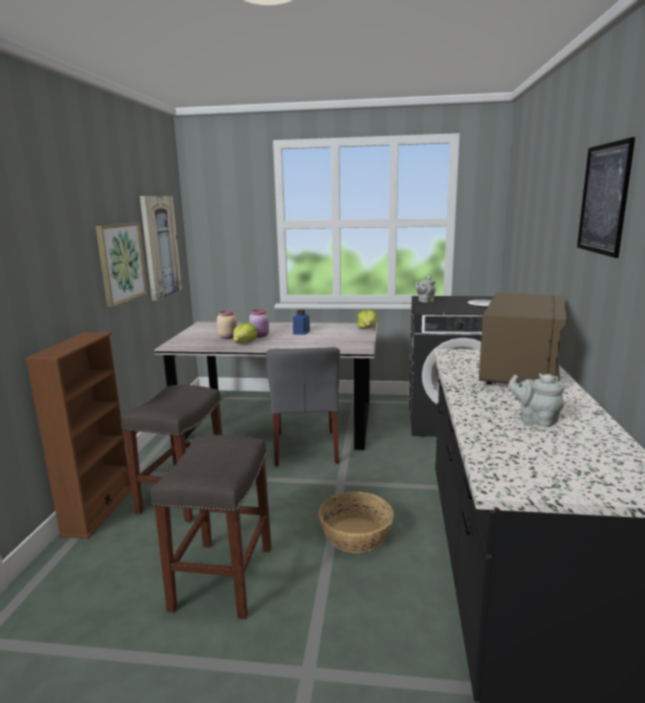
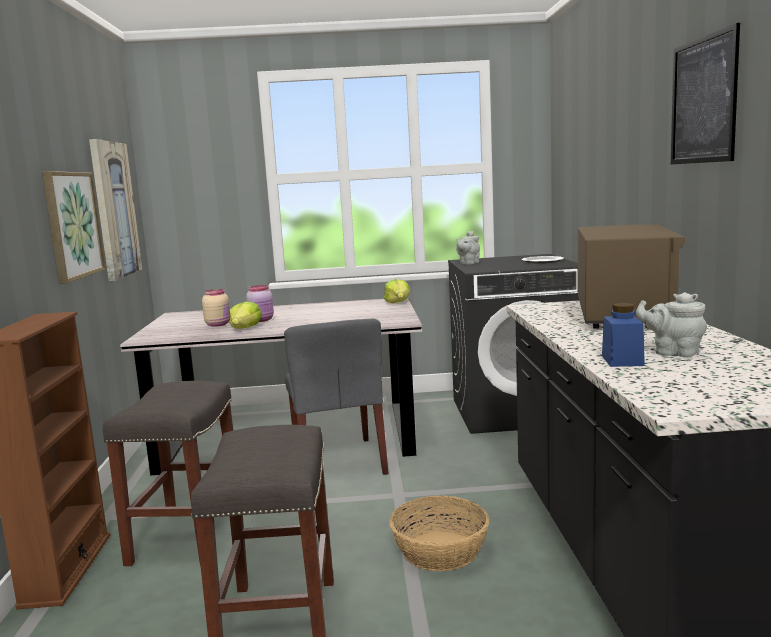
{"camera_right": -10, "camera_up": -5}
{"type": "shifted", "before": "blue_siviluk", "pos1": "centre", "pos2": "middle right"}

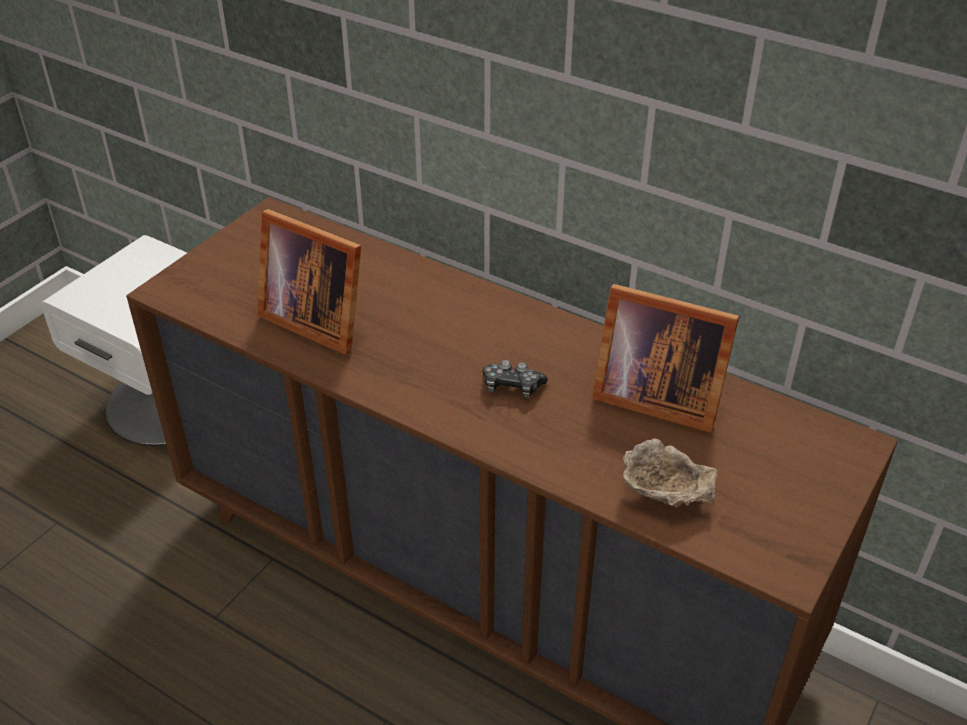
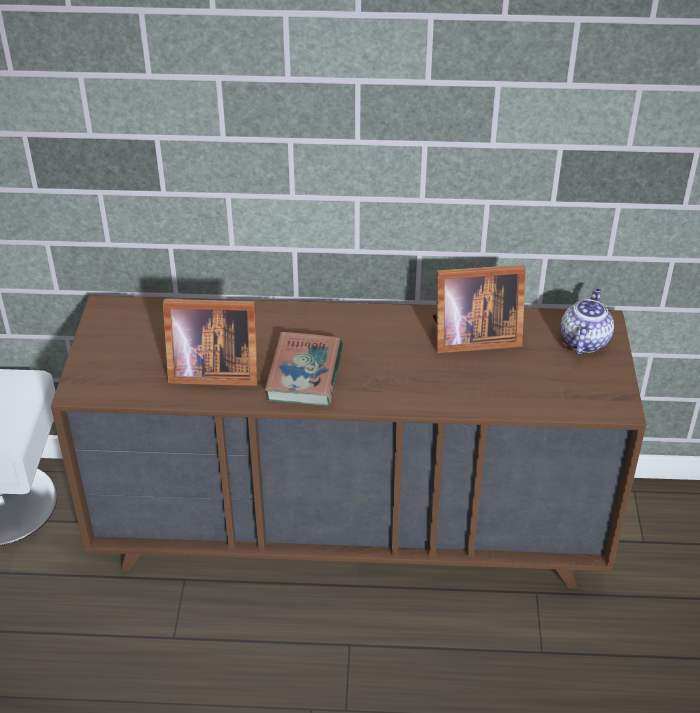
{"camera_right": -30, "camera_up": 0}
{"type": "gone", "before": "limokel", "pos1": "centre"}
{"type": "gone", "before": "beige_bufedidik", "pos1": "middle right"}
{"type": "new", "after": "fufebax", "pos2": "centre"}
{"type": "new", "after": "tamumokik", "pos2": "middle right"}

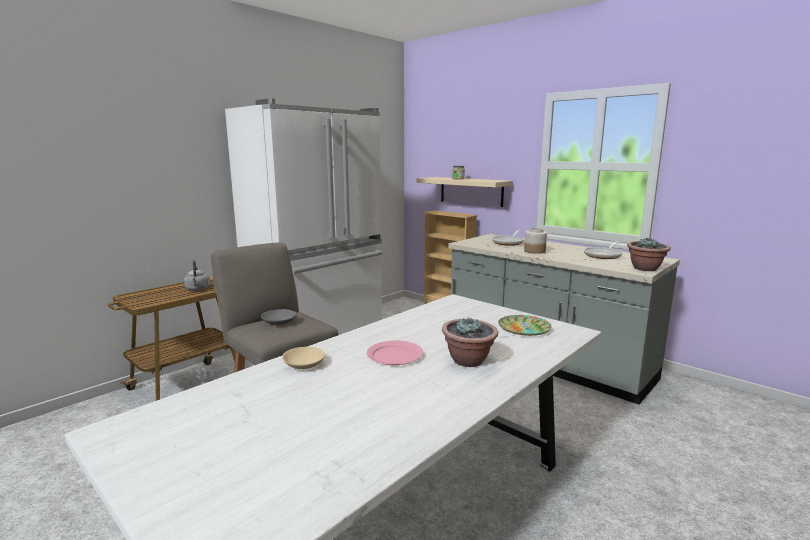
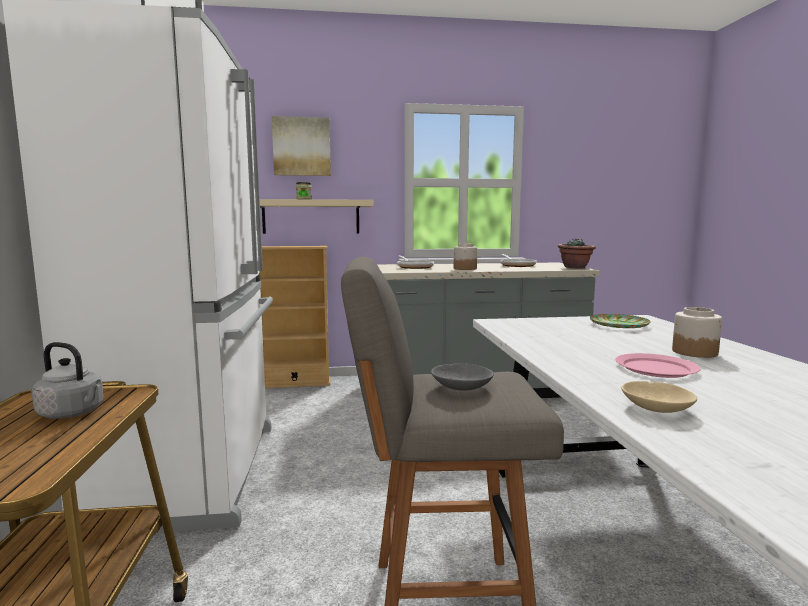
{"camera_right": -50, "camera_up": -5}
{"type": "new", "after": "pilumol", "pos2": "top centre"}
{"type": "swapped", "before": "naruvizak (no. 1 from left)", "after": "siviluk (no. 3 from left)", "pos1": "centre", "pos2": "middle right"}

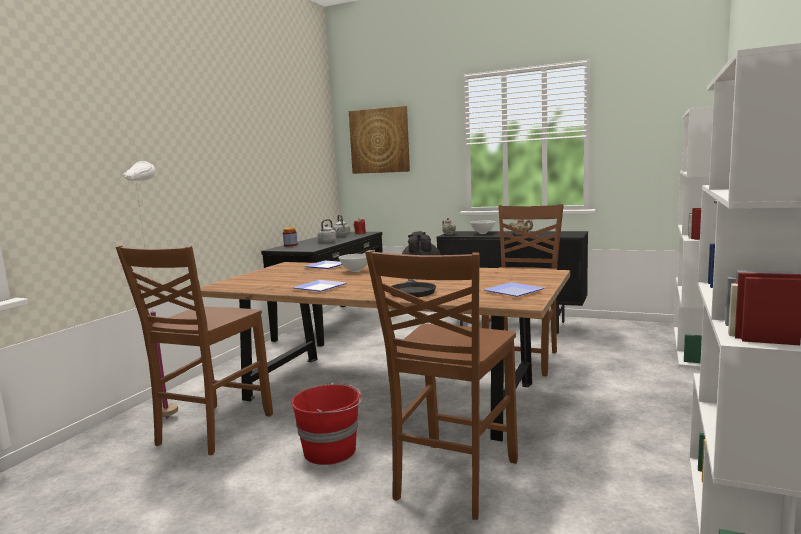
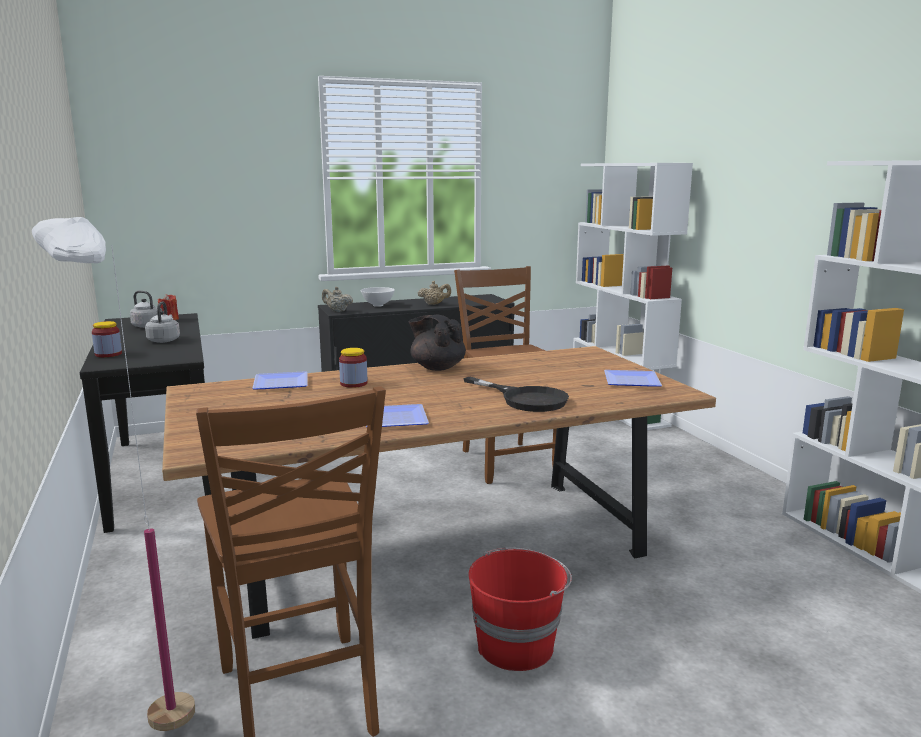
{"camera_right": -45, "camera_up": 5}
{"type": "gone", "before": "pilumol", "pos1": "top centre"}
{"type": "gone", "before": "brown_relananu (no. 2 from left)", "pos1": "bottom centre"}
{"type": "swapped", "before": "white_bufedidik (no. 1 from left)", "after": "siviluk (no. 2 from left)", "pos1": "centre", "pos2": "centre"}

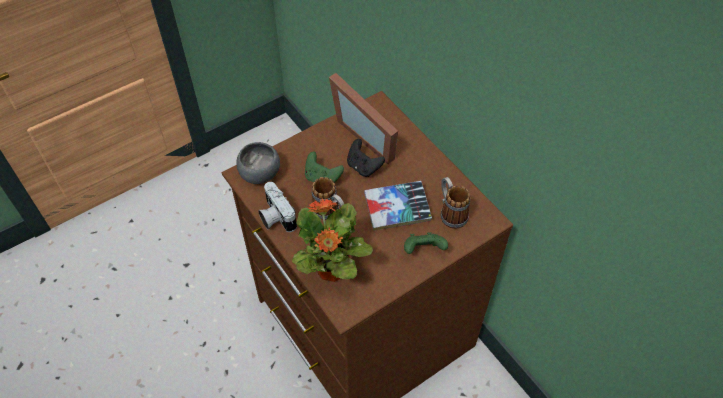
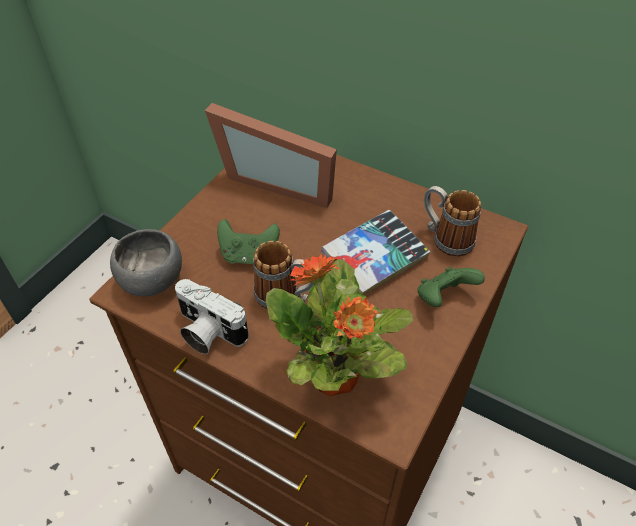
{"camera_right": -25, "camera_up": -5}
{"type": "gone", "before": "black_limokel", "pos1": "centre"}

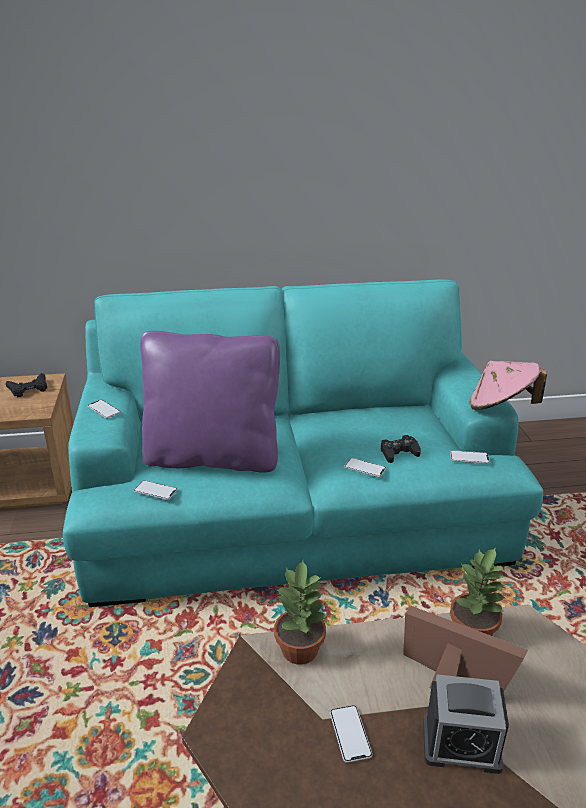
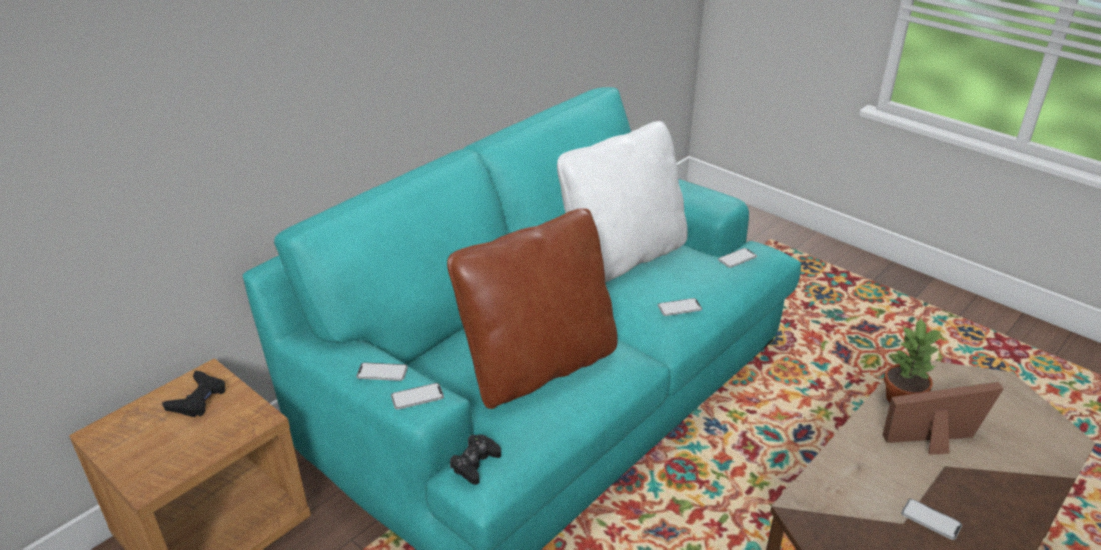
{"camera_right": -40, "camera_up": 5}
{"type": "gone", "before": "naruvizak (no. 1 from left)", "pos1": "bottom centre"}
{"type": "gone", "before": "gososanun", "pos1": "bottom right"}
{"type": "gone", "before": "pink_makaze", "pos1": "middle right"}
{"type": "new", "after": "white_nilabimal", "pos2": "centre"}
{"type": "shifted", "before": "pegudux (no. 2 from left)", "pos1": "middle left", "pos2": "bottom centre"}
{"type": "shifted", "before": "black_limokel (no. 2 from left)", "pos1": "middle right", "pos2": "bottom centre"}
{"type": "repainted", "before": "purple_nilabimal", "after": "brown_nilabimal", "pos1": "centre", "pos2": "centre"}

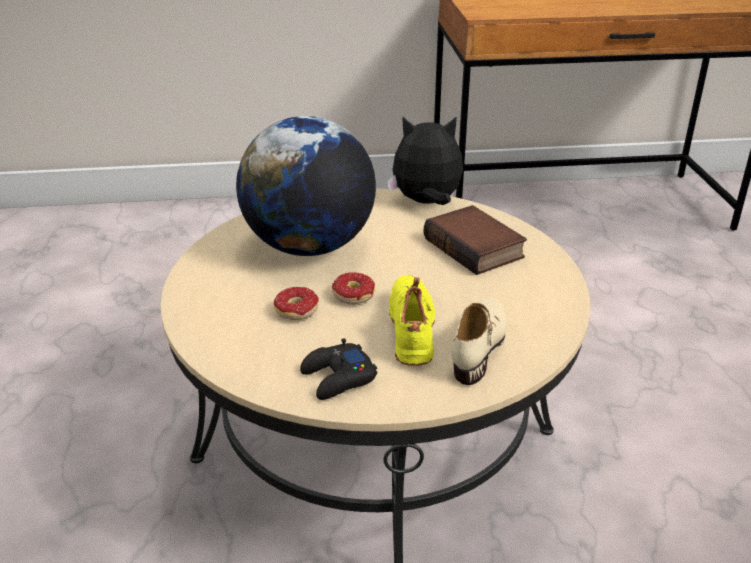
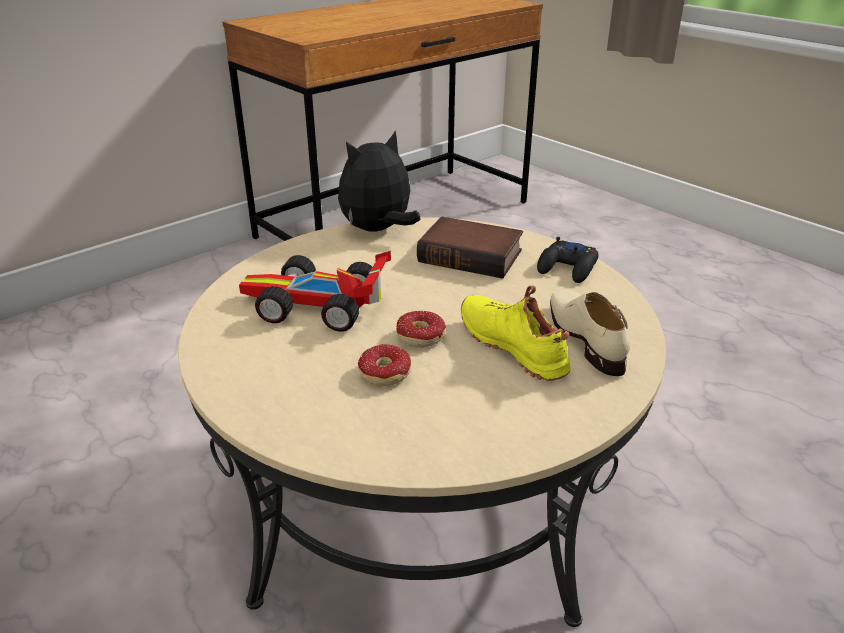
{"camera_right": -35, "camera_up": 0}
{"type": "shifted", "before": "black_limokel", "pos1": "centre", "pos2": "middle right"}
{"type": "swapped", "before": "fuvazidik", "after": "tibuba", "pos1": "top centre", "pos2": "centre"}

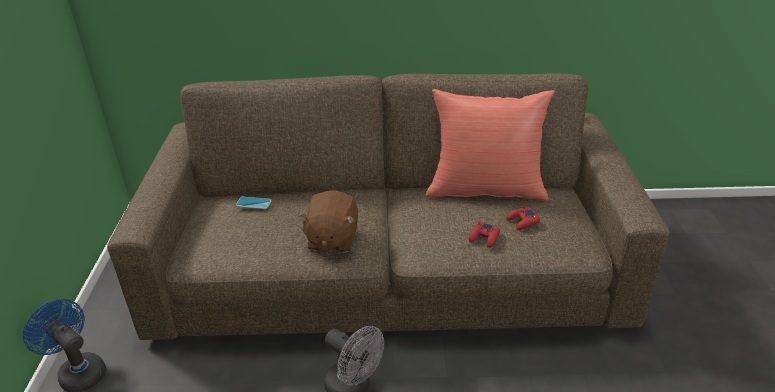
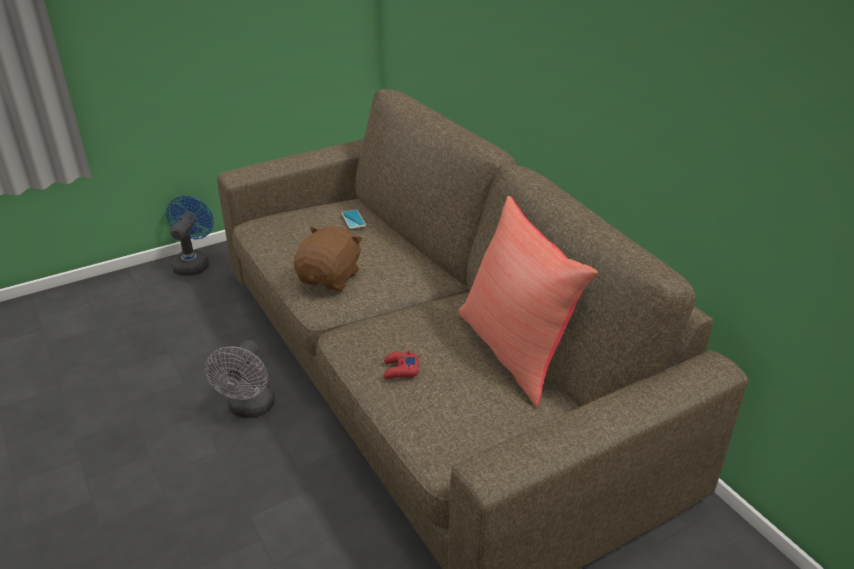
{"camera_right": 60, "camera_up": 0}
{"type": "gone", "before": "red_limokel (no. 2 from left)", "pos1": "middle right"}
{"type": "rotated", "before": "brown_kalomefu", "pos1": "centre", "pos2": "centre", "turn": 135}

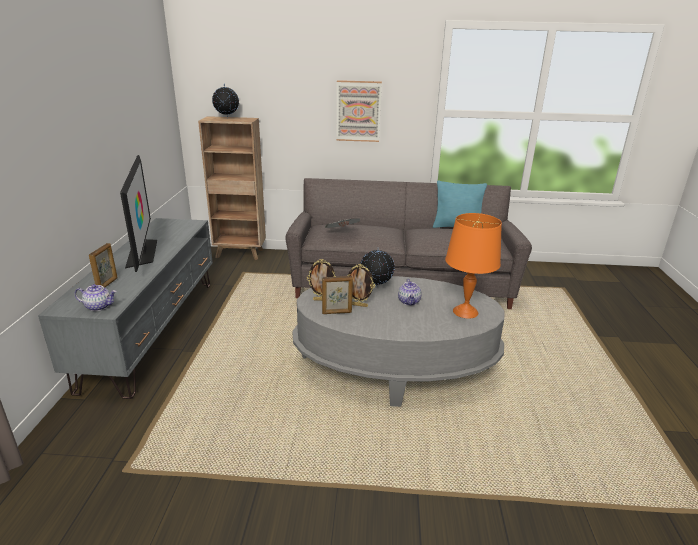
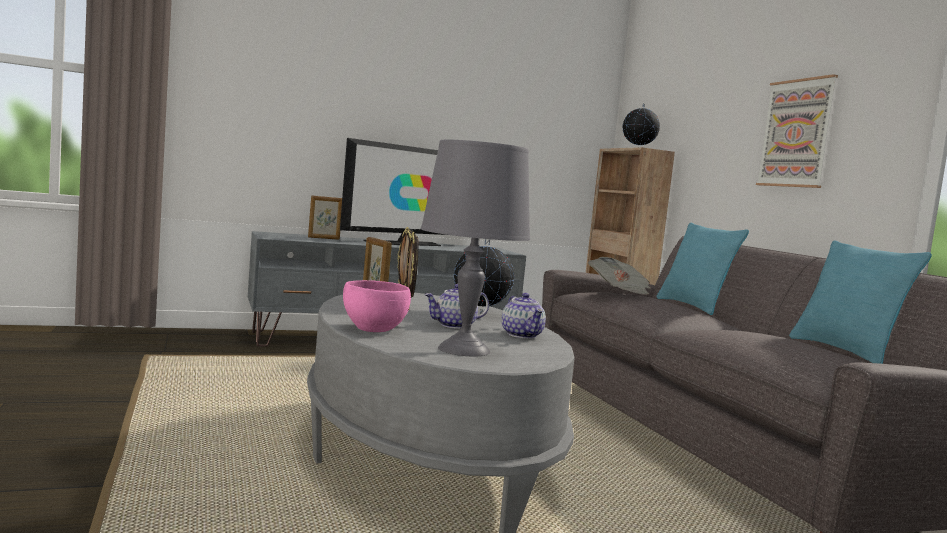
{"camera_right": 65, "camera_up": -20}
{"type": "new", "after": "pink_bufedidik", "pos2": "centre"}
{"type": "new", "after": "turquoise_nilabimal (no. 1 from left)", "pos2": "middle right"}
{"type": "shifted", "before": "tamumokik (no. 1 from left in the first image)", "after": "tamumokik (no. 2 from left)", "pos1": "middle left", "pos2": "centre"}
{"type": "repainted", "before": "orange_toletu", "after": "grey_toletu", "pos1": "middle right", "pos2": "centre"}

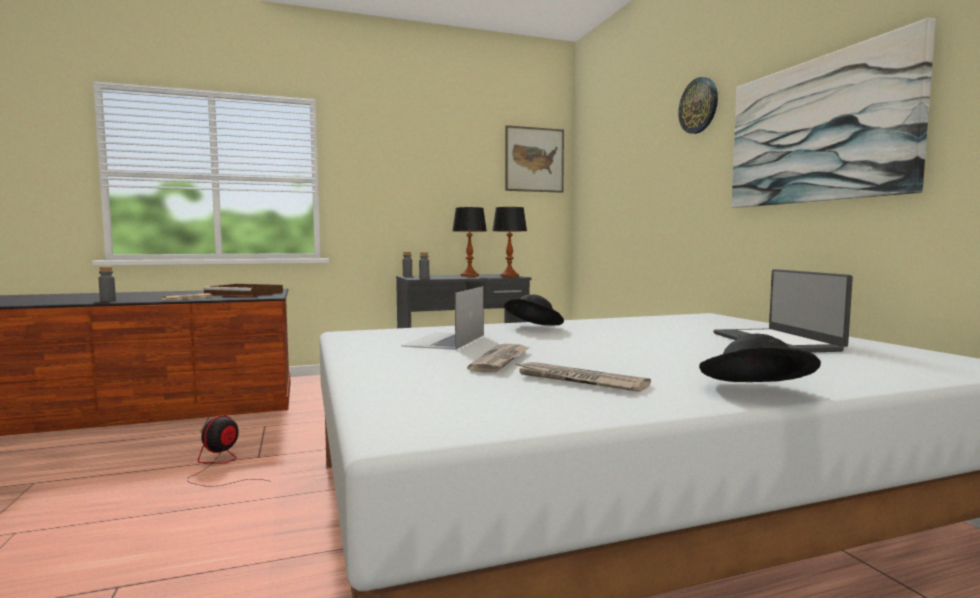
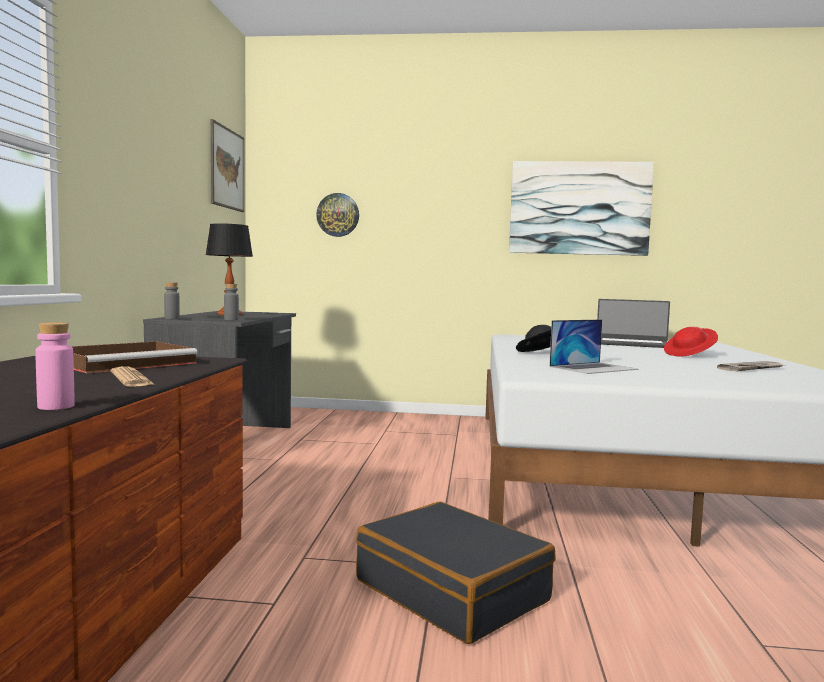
{"camera_right": -65, "camera_up": 0}
{"type": "gone", "before": "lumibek (no. 2 from left)", "pos1": "centre"}
{"type": "gone", "before": "toletu (no. 2 from left)", "pos1": "centre"}
{"type": "gone", "before": "black_makaze (no. 2 from left)", "pos1": "middle right"}
{"type": "new", "after": "red_makaze", "pos2": "middle right"}
{"type": "shifted", "before": "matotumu", "pos1": "top right", "pos2": "top centre"}
{"type": "swapped", "before": "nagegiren", "after": "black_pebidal", "pos1": "bottom left", "pos2": "bottom centre"}
{"type": "repainted", "before": "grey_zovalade (no. 1 from left)", "after": "pink_zovalade", "pos1": "middle left", "pos2": "middle left"}
{"type": "rotated", "before": "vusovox (no. 1 from left)", "pos1": "centre", "pos2": "middle right", "turn": -75}

